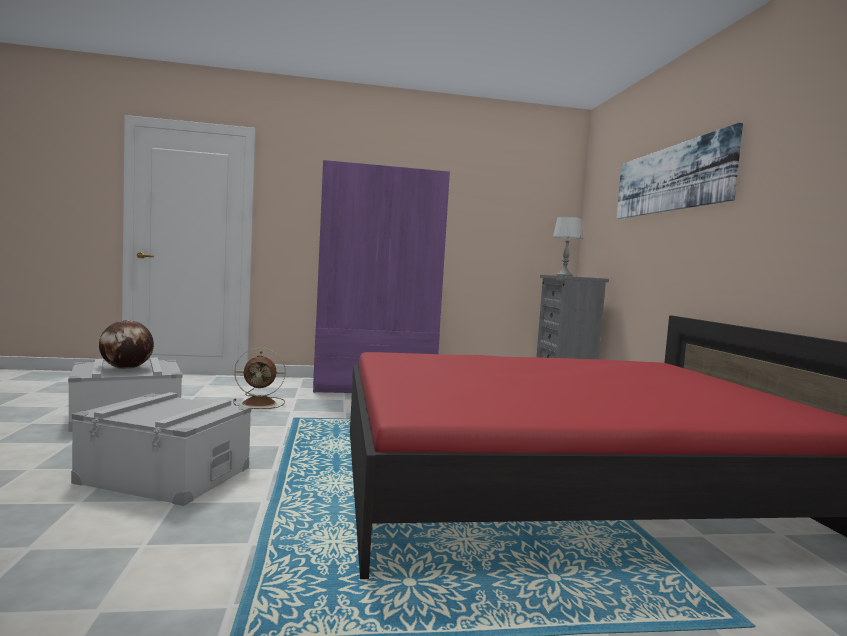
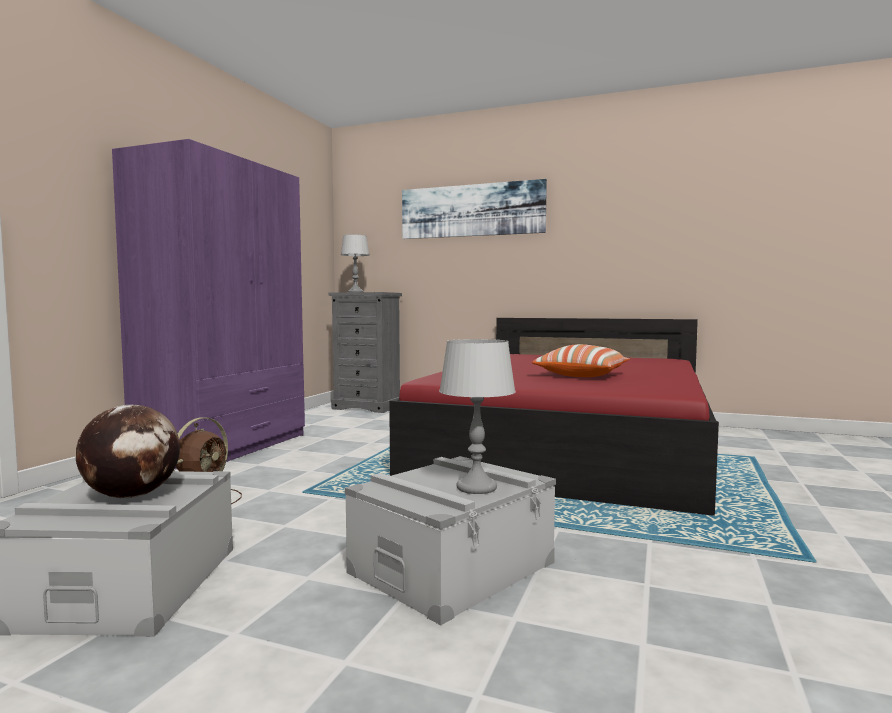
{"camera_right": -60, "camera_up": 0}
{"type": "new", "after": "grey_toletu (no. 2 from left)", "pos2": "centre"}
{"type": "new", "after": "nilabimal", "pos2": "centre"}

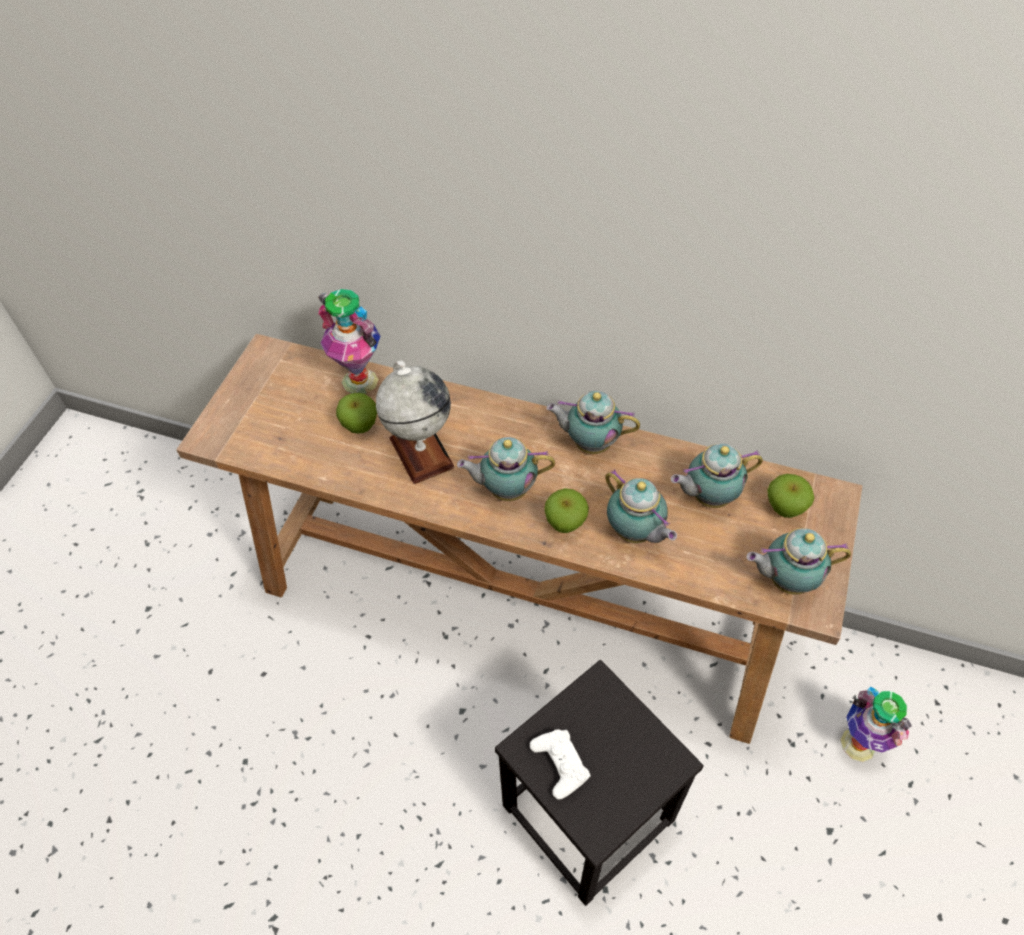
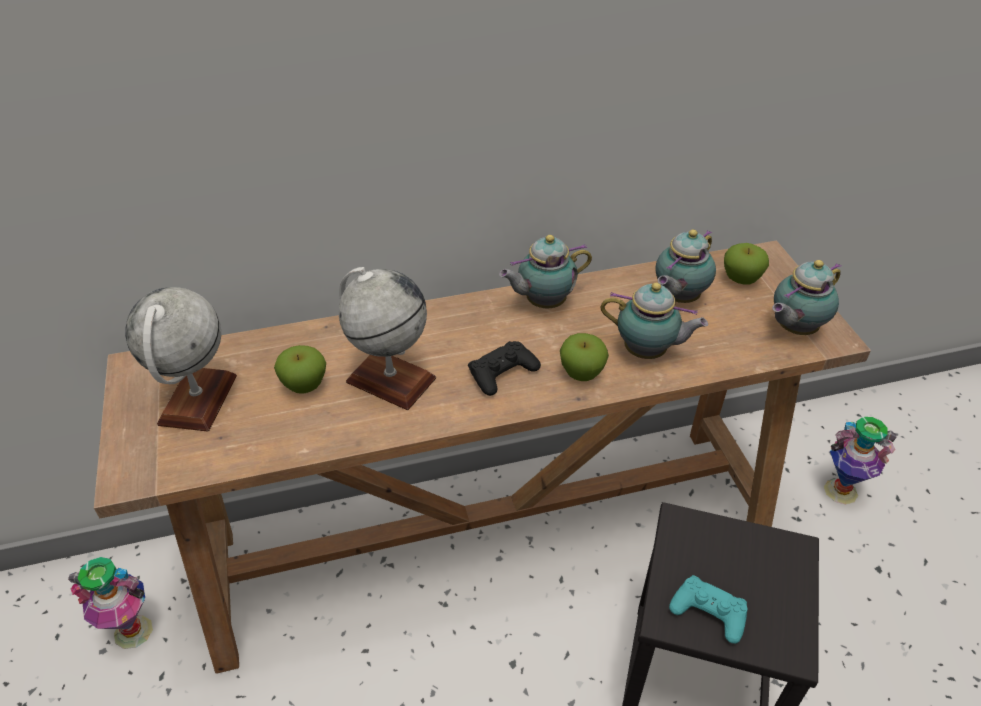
{"camera_right": -35, "camera_up": -10}
{"type": "new", "after": "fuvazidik (no. 1 from left)", "pos2": "middle left"}
{"type": "shifted", "before": "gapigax (no. 1 from left)", "pos1": "centre", "pos2": "bottom left"}
{"type": "swapped", "before": "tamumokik (no. 1 from left)", "after": "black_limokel", "pos1": "centre", "pos2": "centre"}
{"type": "repainted", "before": "white_limokel", "after": "turquoise_limokel", "pos1": "bottom centre", "pos2": "bottom right"}

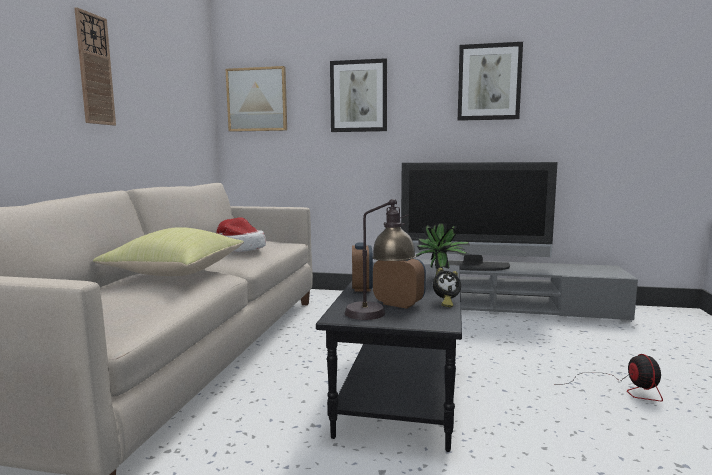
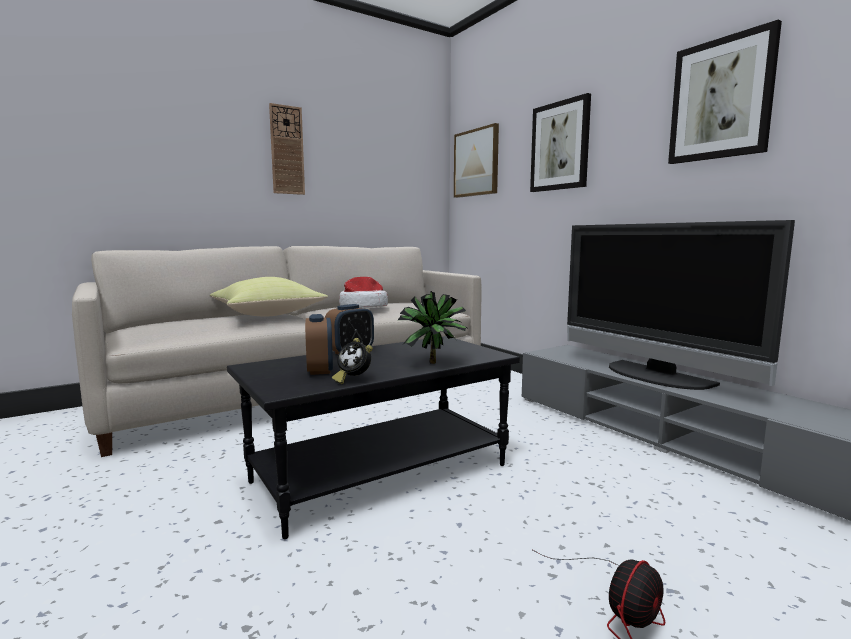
{"camera_right": 45, "camera_up": 0}
{"type": "gone", "before": "toletu", "pos1": "centre"}

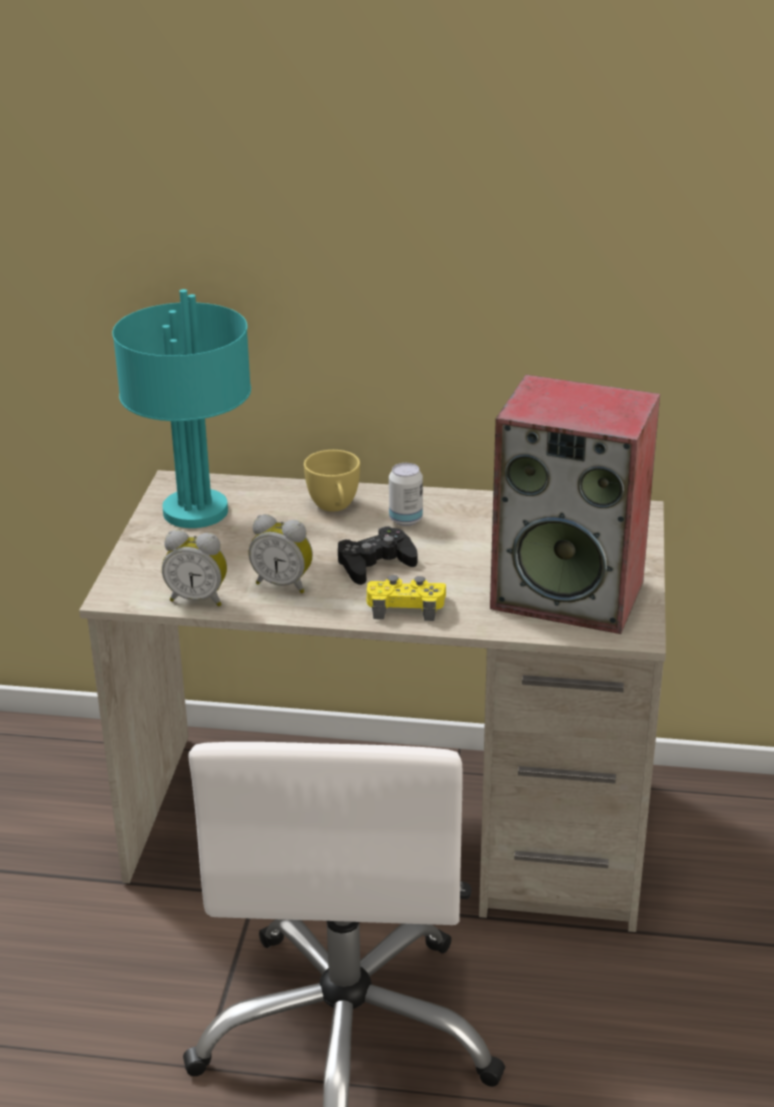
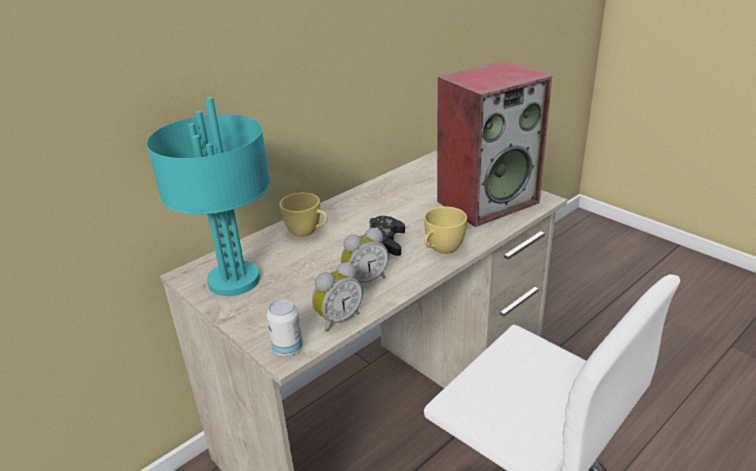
{"camera_right": -50, "camera_up": 0}
{"type": "shifted", "before": "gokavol", "pos1": "centre", "pos2": "bottom centre"}
{"type": "swapped", "before": "yellow_limokel", "after": "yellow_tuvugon (no. 2 from left)", "pos1": "centre", "pos2": "centre"}

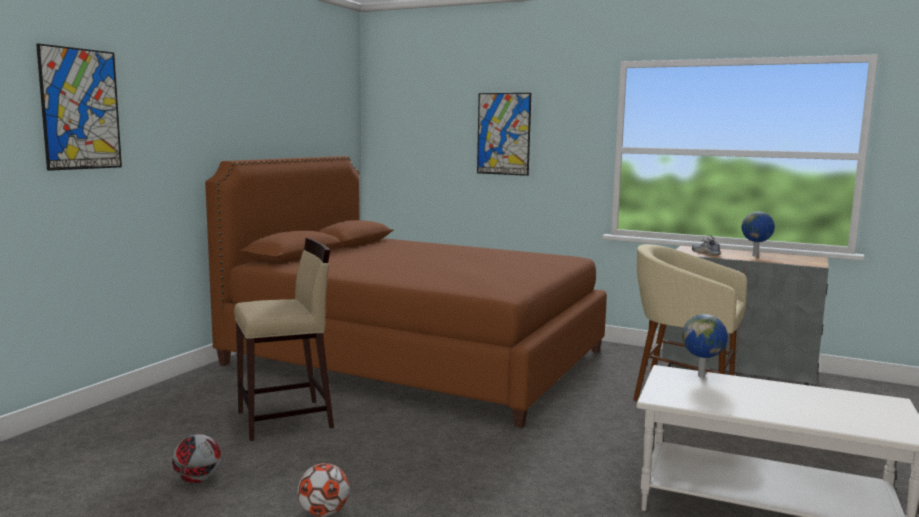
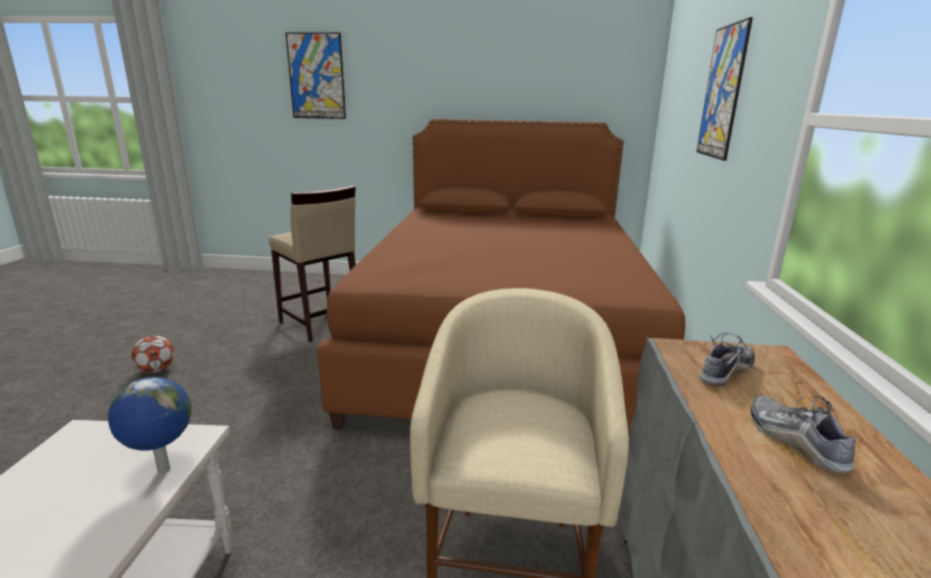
{"camera_right": 70, "camera_up": 10}
{"type": "gone", "before": "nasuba (no. 1 from left)", "pos1": "bottom left"}
{"type": "swapped", "before": "fuvazidik (no. 2 from left)", "after": "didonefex (no. 2 from left)", "pos1": "middle right", "pos2": "bottom right"}

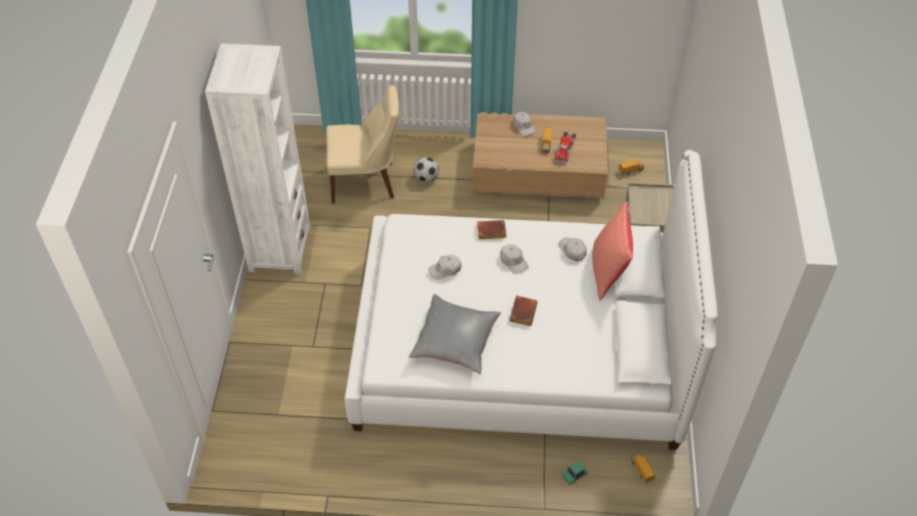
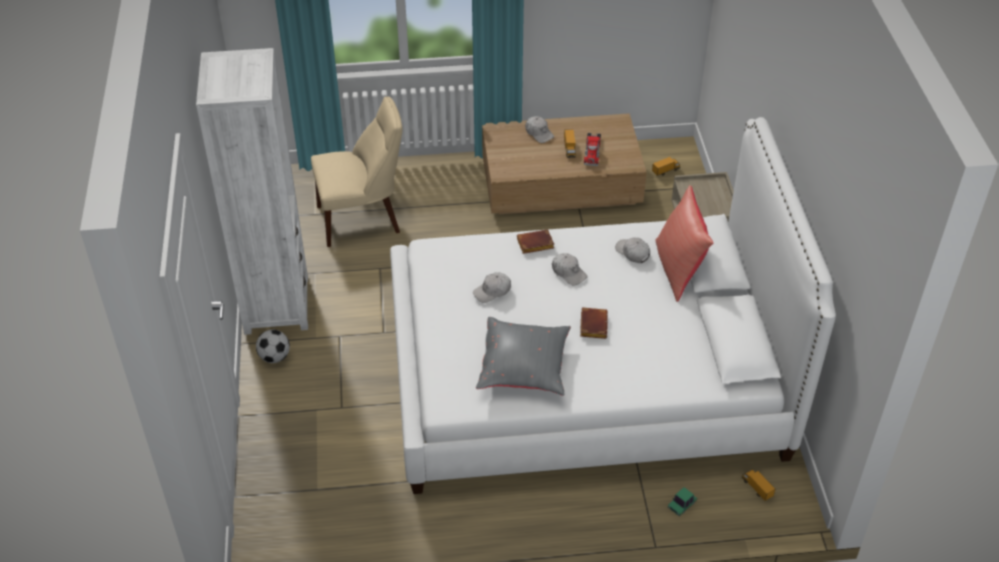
{"camera_right": -10, "camera_up": -5}
{"type": "shifted", "before": "nasuba", "pos1": "top centre", "pos2": "middle left"}

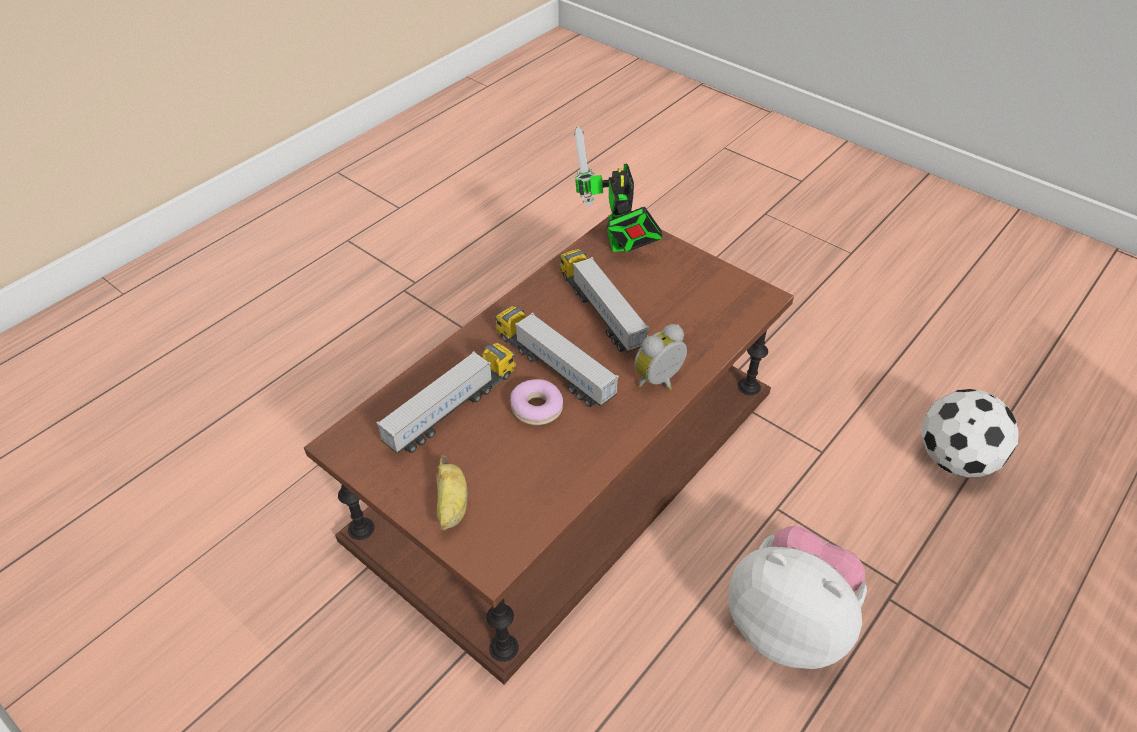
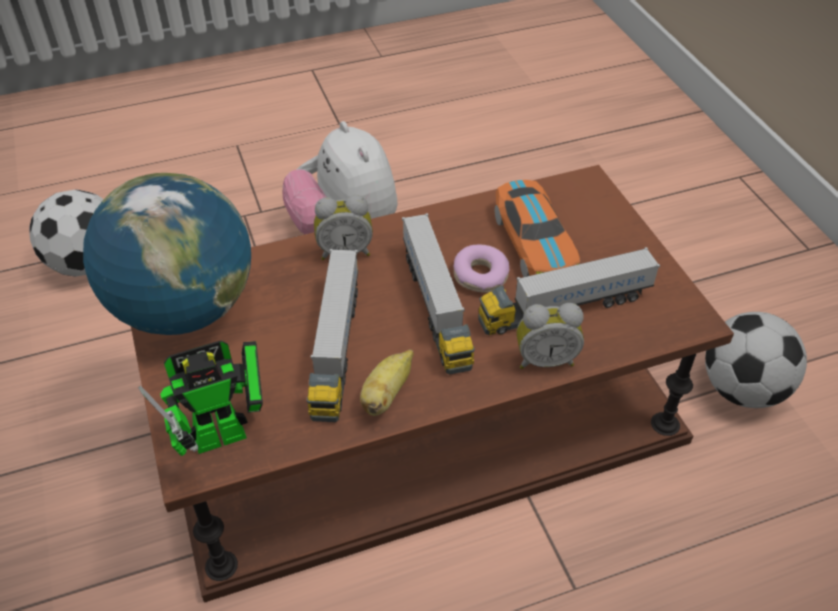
{"camera_right": -150, "camera_up": 0}
{"type": "new", "after": "fuvazidik", "pos2": "middle left"}
{"type": "new", "after": "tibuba", "pos2": "centre"}
{"type": "new", "after": "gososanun (no. 2 from left)", "pos2": "centre"}
{"type": "new", "after": "nasuba (no. 2 from left)", "pos2": "middle right"}
{"type": "shifted", "before": "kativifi", "pos1": "bottom centre", "pos2": "centre"}
{"type": "rotated", "before": "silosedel", "pos1": "top centre", "pos2": "middle left", "turn": 45}

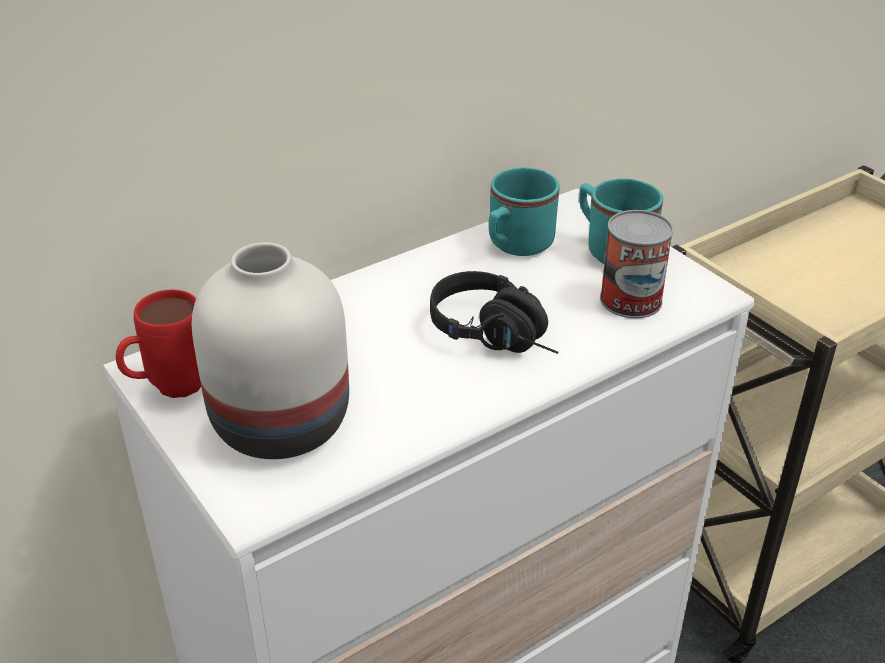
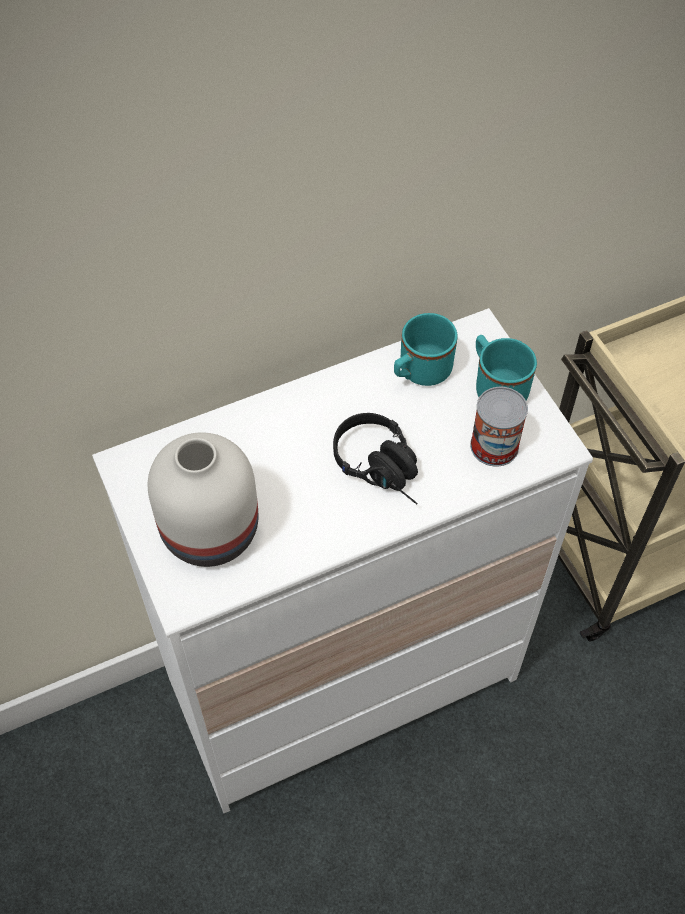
{"camera_right": 10, "camera_up": 20}
{"type": "gone", "before": "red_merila", "pos1": "middle left"}

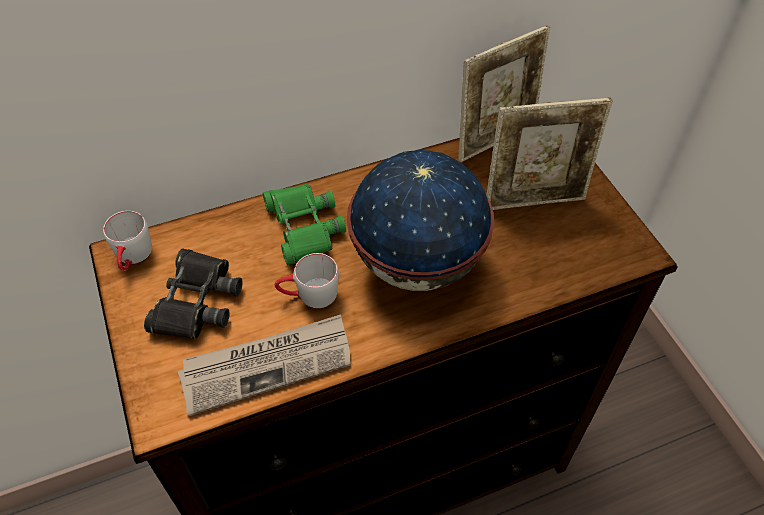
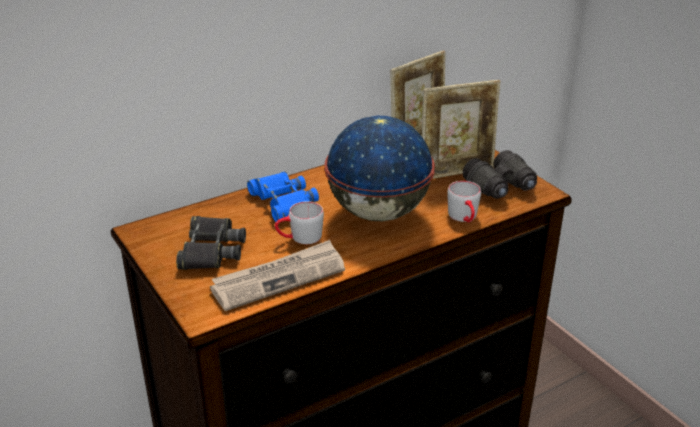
{"camera_right": -10, "camera_up": -20}
{"type": "new", "after": "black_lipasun (no. 2 from left)", "pos2": "middle right"}
{"type": "shifted", "before": "grey_merila (no. 1 from left in the first image)", "after": "grey_merila (no. 2 from left)", "pos1": "middle left", "pos2": "centre"}
{"type": "repainted", "before": "green_lipasun", "after": "blue_lipasun", "pos1": "centre", "pos2": "centre"}

